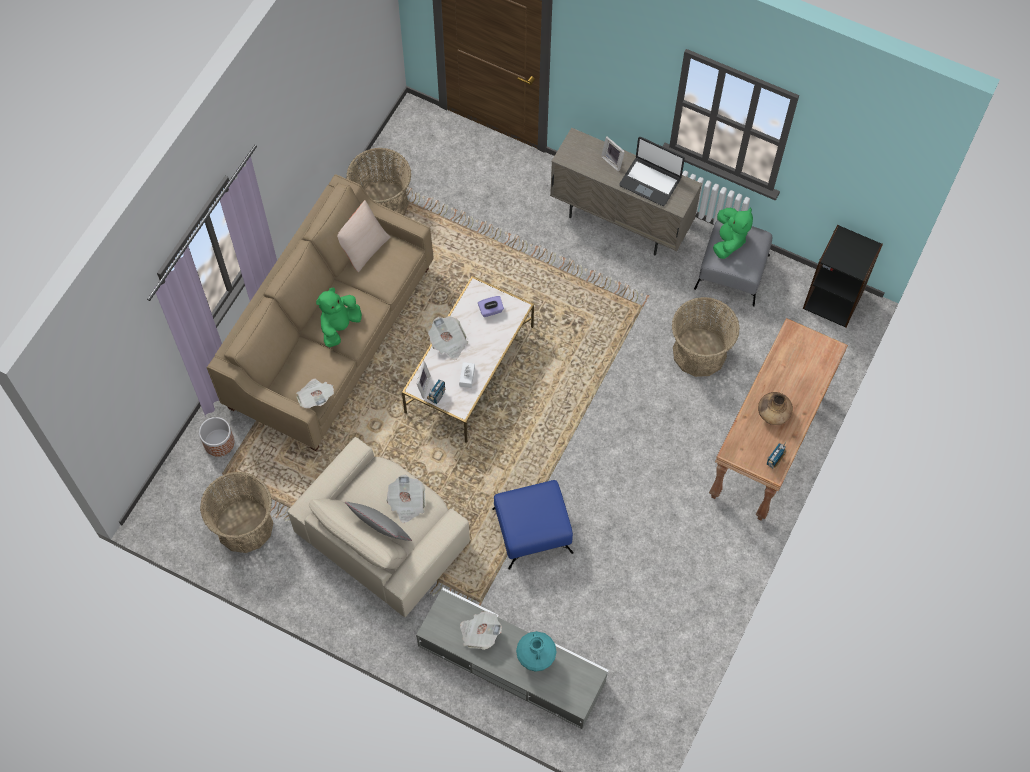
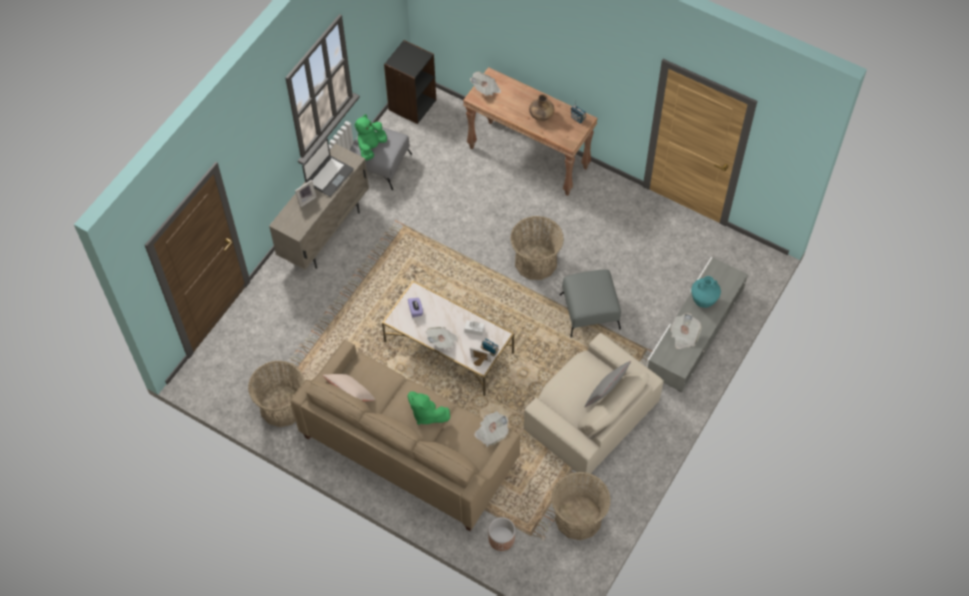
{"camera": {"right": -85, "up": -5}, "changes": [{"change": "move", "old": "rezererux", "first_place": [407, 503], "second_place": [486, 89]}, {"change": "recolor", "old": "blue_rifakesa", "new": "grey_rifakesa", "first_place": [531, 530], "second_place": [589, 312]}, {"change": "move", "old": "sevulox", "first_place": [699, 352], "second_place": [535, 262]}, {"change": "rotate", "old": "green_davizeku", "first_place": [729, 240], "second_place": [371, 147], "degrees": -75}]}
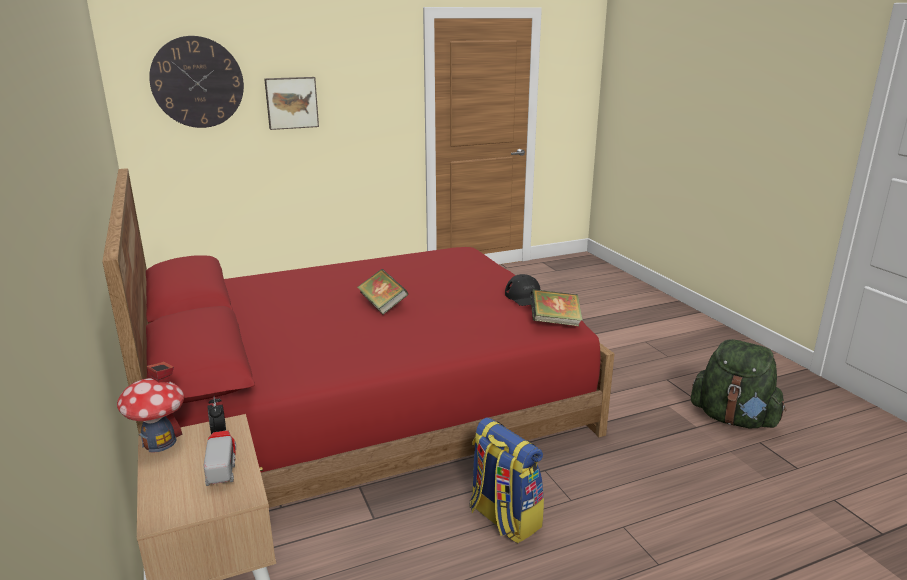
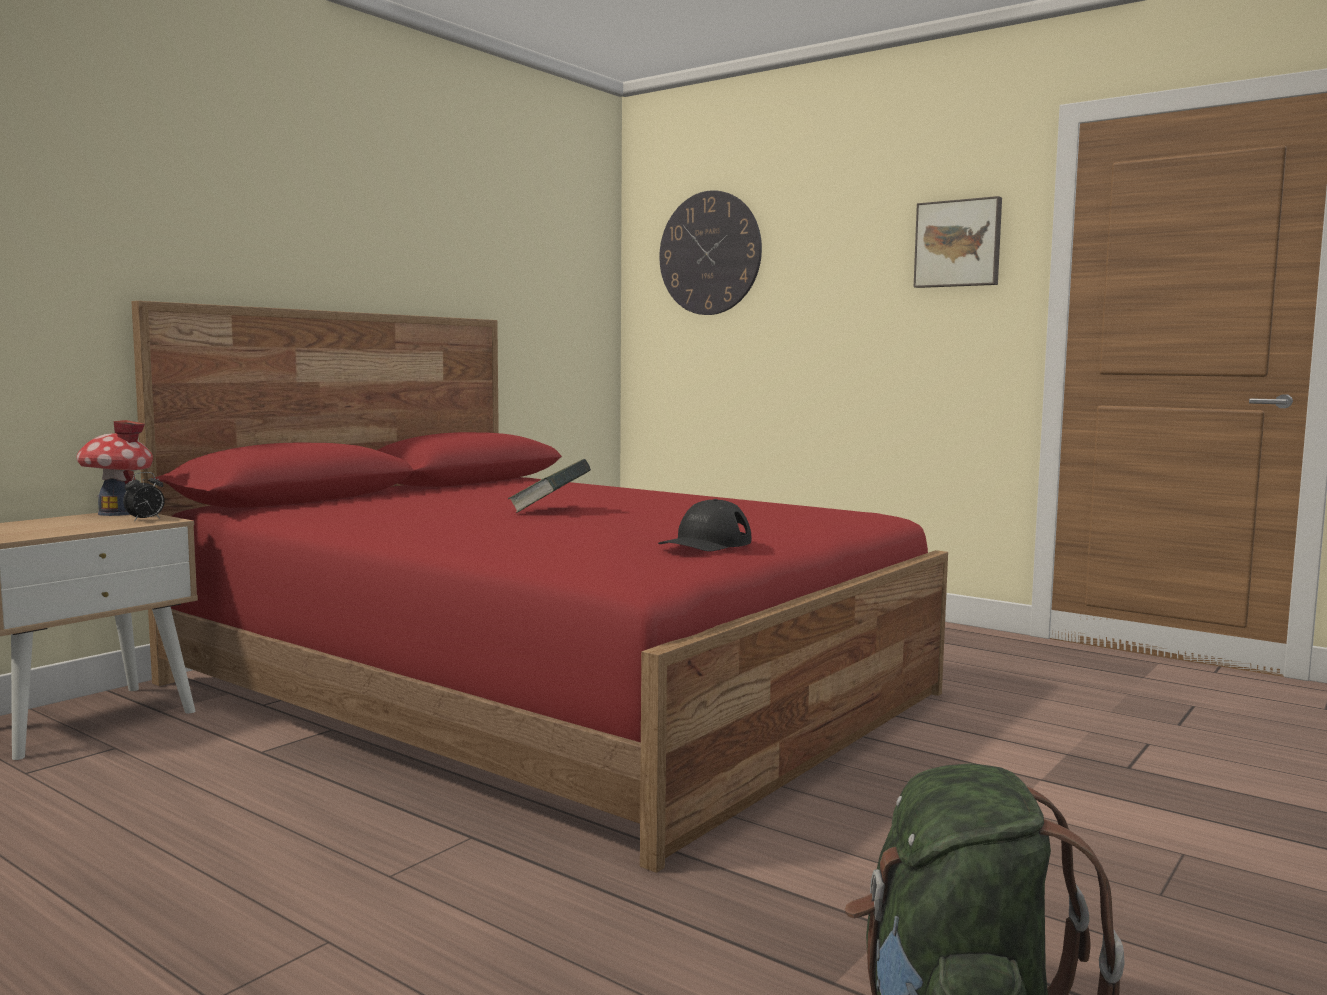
{"camera": {"right": 60, "up": -15}, "changes": [{"change": "delete", "old": "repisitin", "first_place": [222, 466]}, {"change": "move", "old": "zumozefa", "first_place": [291, 102], "second_place": [958, 244]}, {"change": "delete", "old": "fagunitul", "first_place": [503, 518]}, {"change": "delete", "old": "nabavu", "first_place": [555, 322]}]}
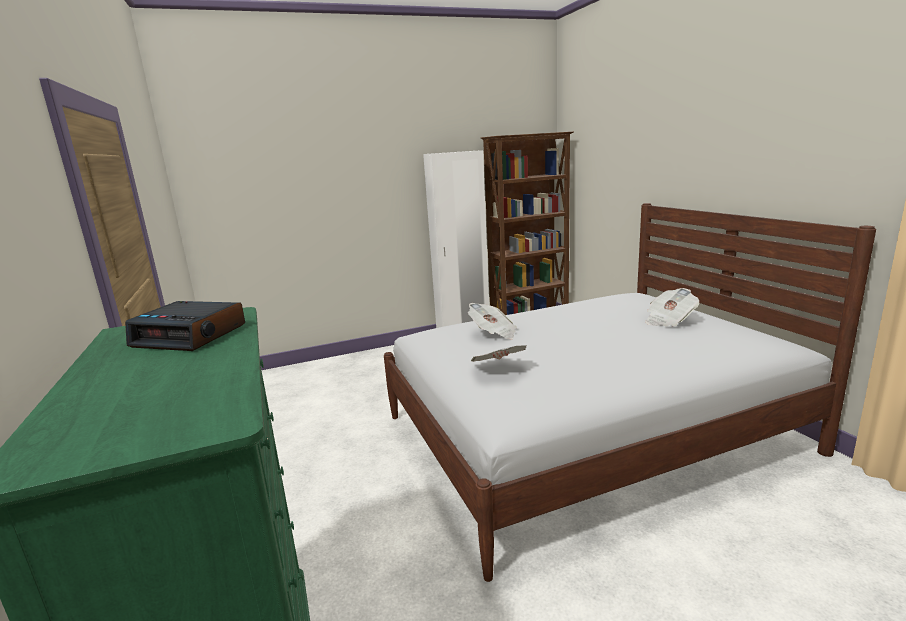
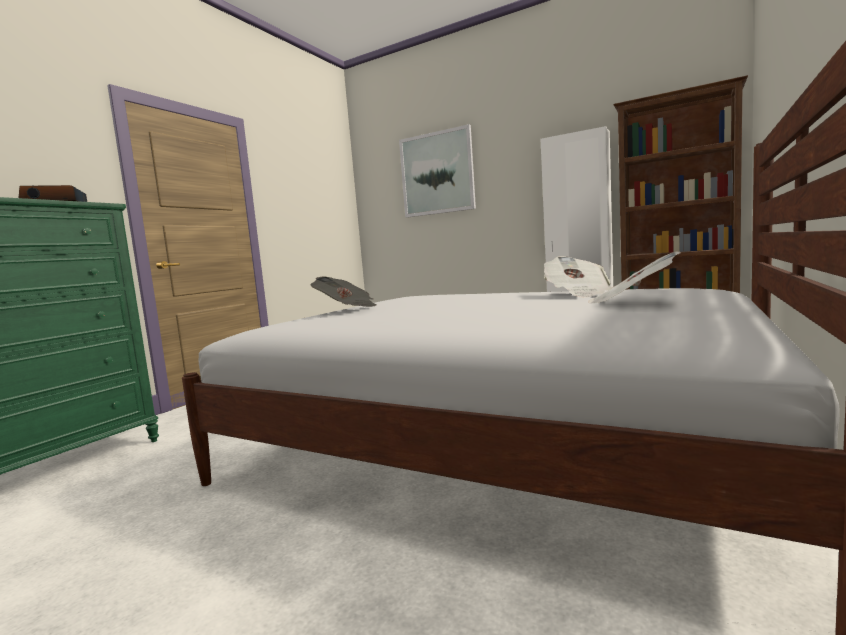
{"camera": {"right": 50, "up": -10}, "changes": [{"change": "move", "old": "rezererux", "first_place": [493, 333], "second_place": [577, 294]}, {"change": "insert", "new": "zumozefa", "second_place": [437, 173]}]}
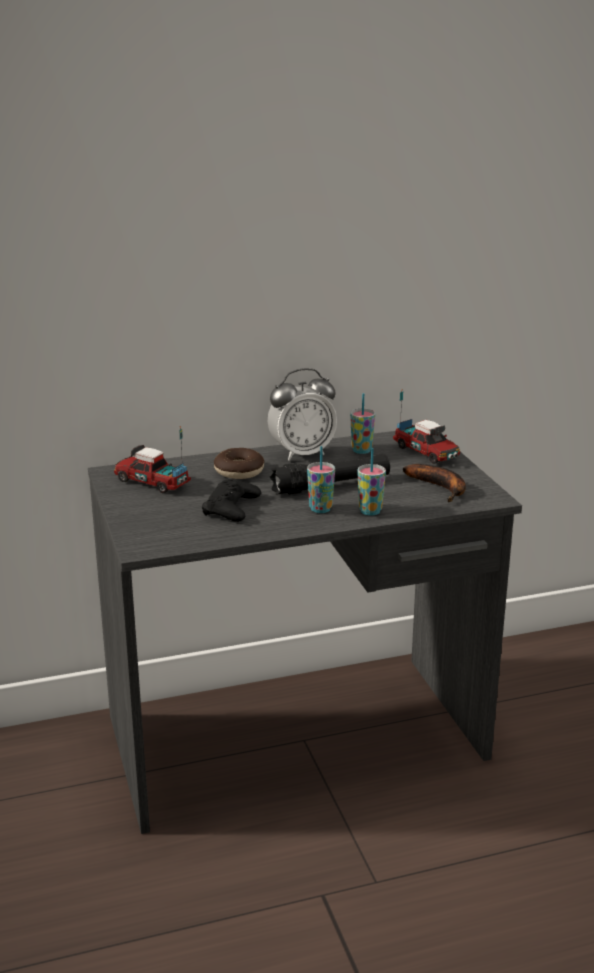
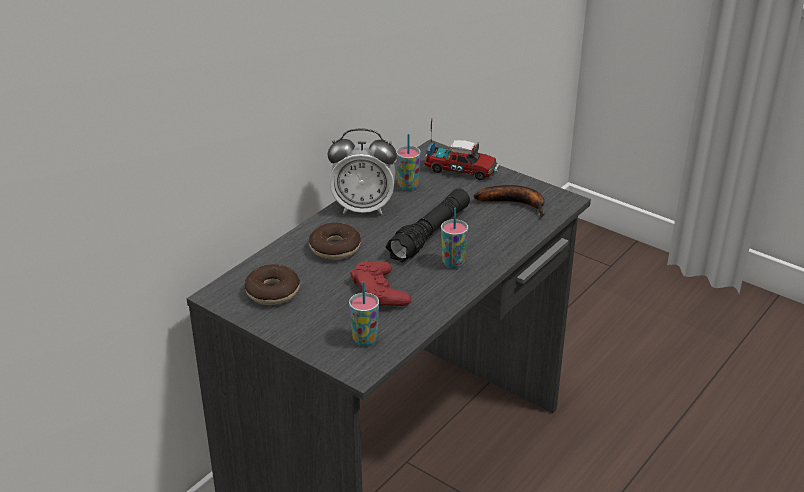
{"camera": {"right": -35, "up": 10}, "changes": [{"change": "replace", "old": "repisitin", "new": "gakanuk", "first_place": [151, 482], "second_place": [272, 292]}, {"change": "recolor", "old": "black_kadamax", "new": "red_kadamax", "first_place": [231, 507], "second_place": [380, 291]}, {"change": "rotate", "old": "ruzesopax", "first_place": [302, 453], "second_place": [363, 208], "degrees": 60}, {"change": "move", "old": "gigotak", "first_place": [370, 511], "second_place": [365, 340]}]}
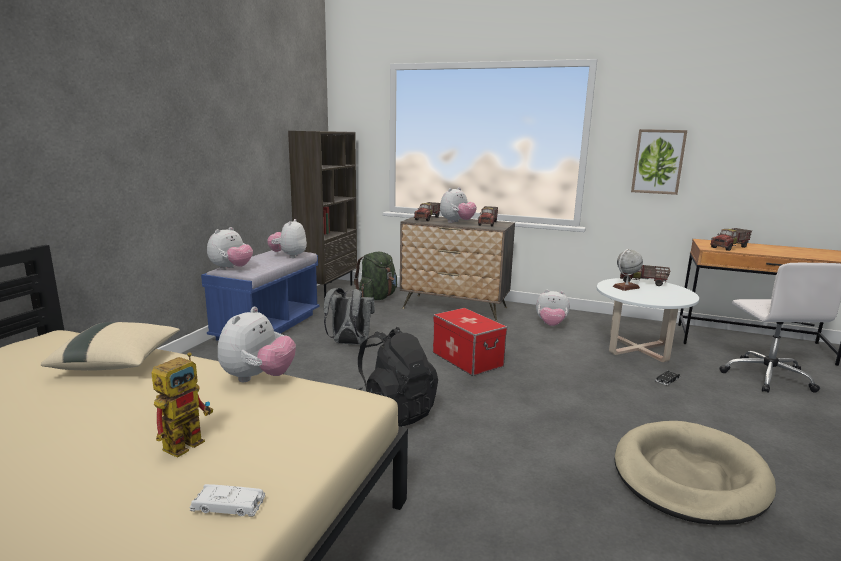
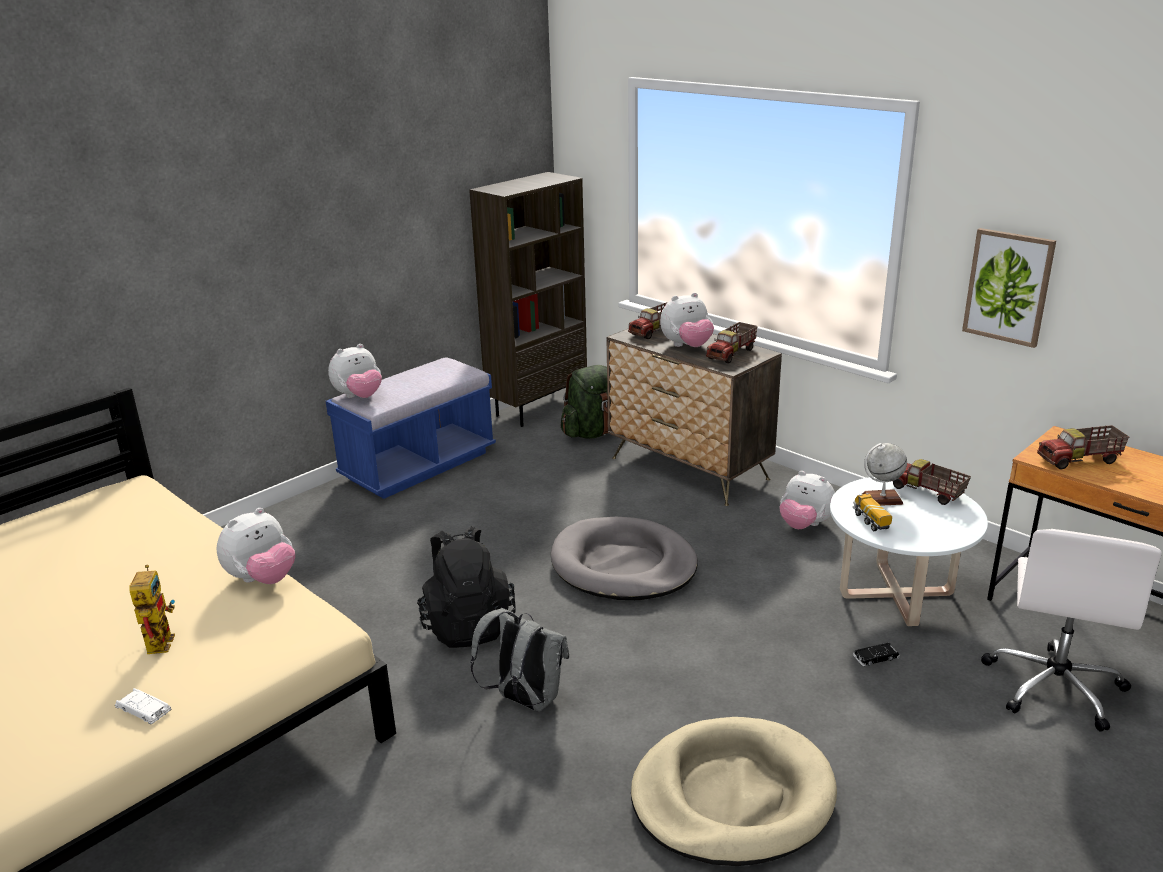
{"camera": {"right": 25, "up": 10}, "changes": [{"change": "delete", "old": "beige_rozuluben", "first_place": [119, 363]}, {"change": "rotate", "old": "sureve", "first_place": [188, 440], "second_place": [159, 640], "degrees": -60}, {"change": "delete", "old": "davizeku", "first_place": [289, 256]}, {"change": "move", "old": "grey_fagunitul", "first_place": [349, 343], "second_place": [524, 700]}, {"change": "replace", "old": "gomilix", "new": "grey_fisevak", "first_place": [467, 359], "second_place": [623, 565]}, {"change": "insert", "new": "repisitin", "second_place": [870, 521]}]}
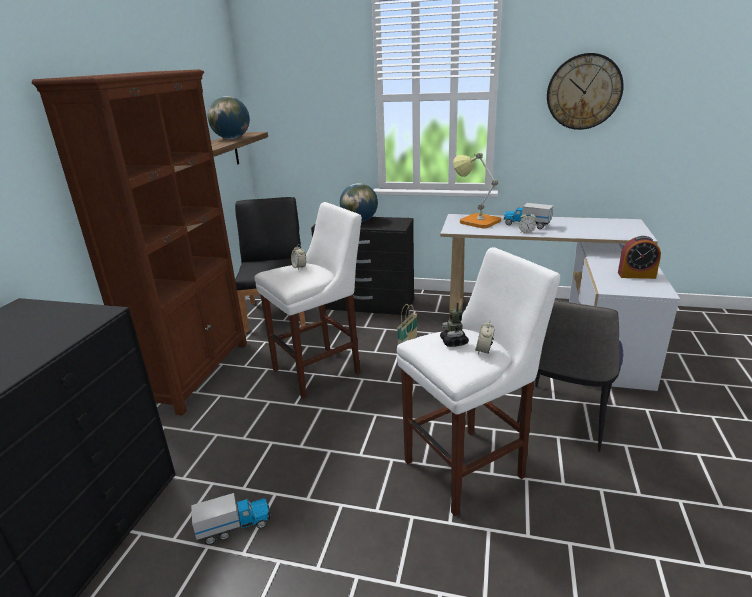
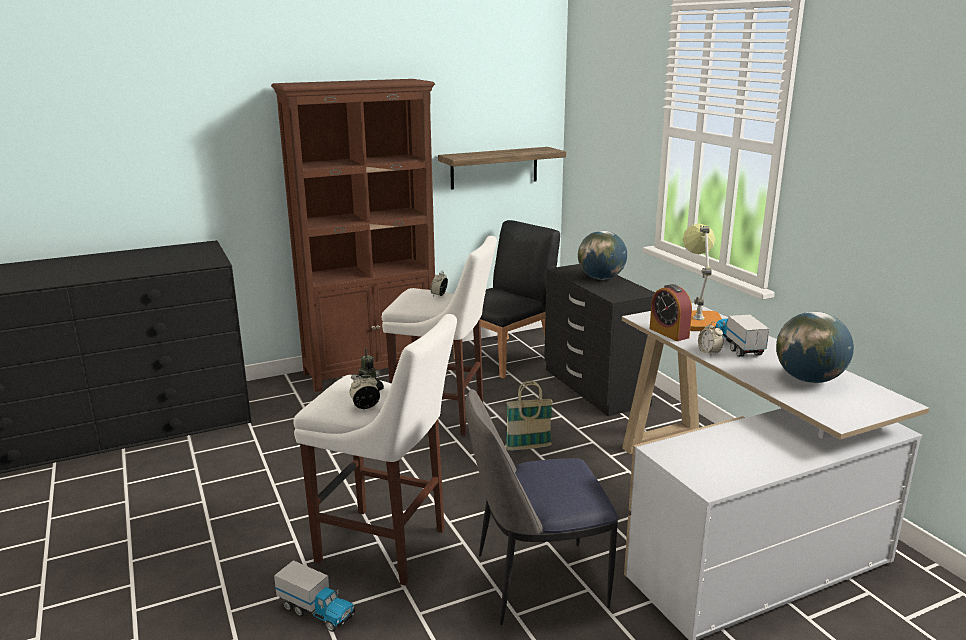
{"camera": {"right": 50, "up": -5}, "changes": [{"change": "move", "old": "repisitin", "first_place": [235, 527], "second_place": [317, 611]}, {"change": "move", "old": "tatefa", "first_place": [232, 138], "second_place": [809, 379]}, {"change": "delete", "old": "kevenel", "first_place": [584, 92]}, {"change": "move", "old": "ruzesopax", "first_place": [636, 275], "second_place": [669, 333]}]}
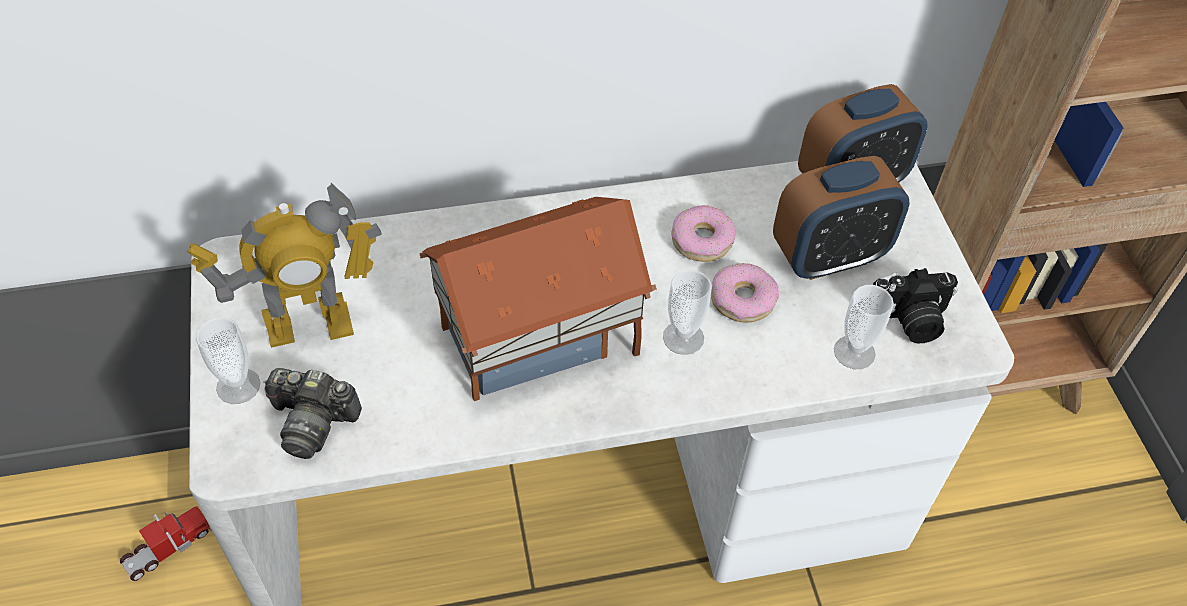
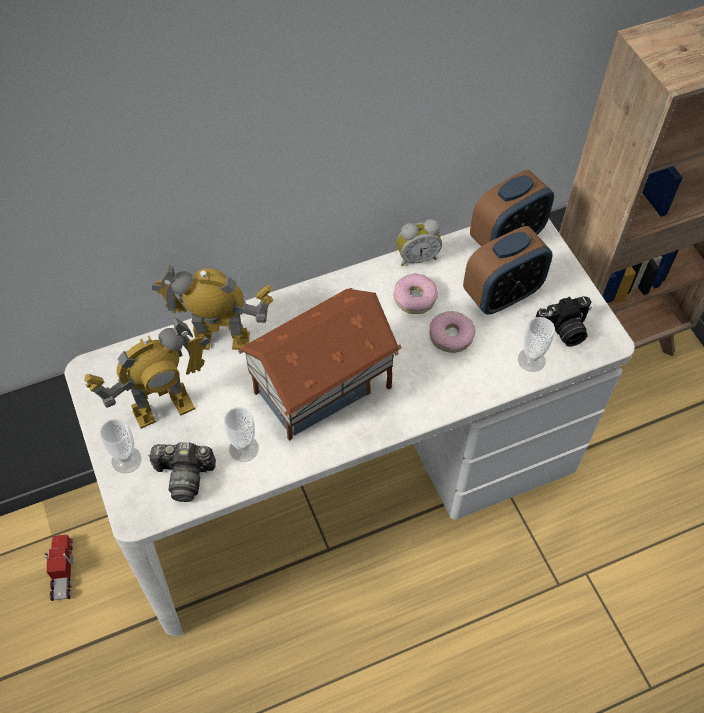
{"camera": {"right": -10, "up": 5}, "changes": [{"change": "rotate", "old": "repisitin", "first_place": [168, 548], "second_place": [62, 570], "degrees": -45}, {"change": "move", "old": "gigotak", "first_place": [683, 338], "second_place": [244, 448]}, {"change": "insert", "new": "sureve", "second_place": [221, 340]}, {"change": "insert", "new": "ruzesopax", "second_place": [416, 257]}]}
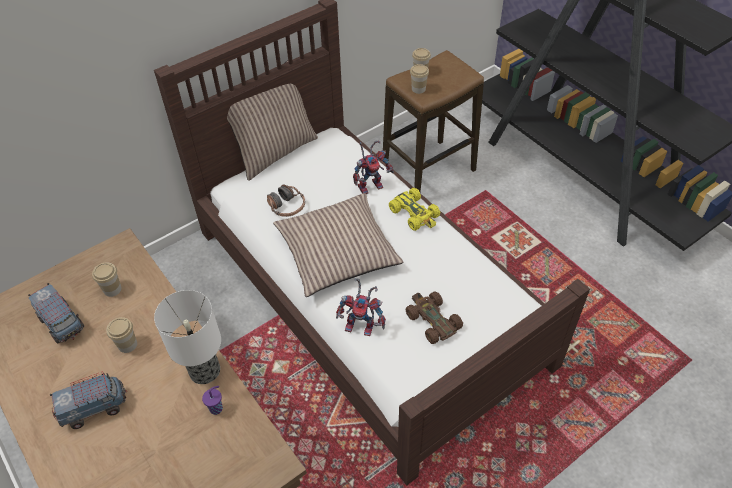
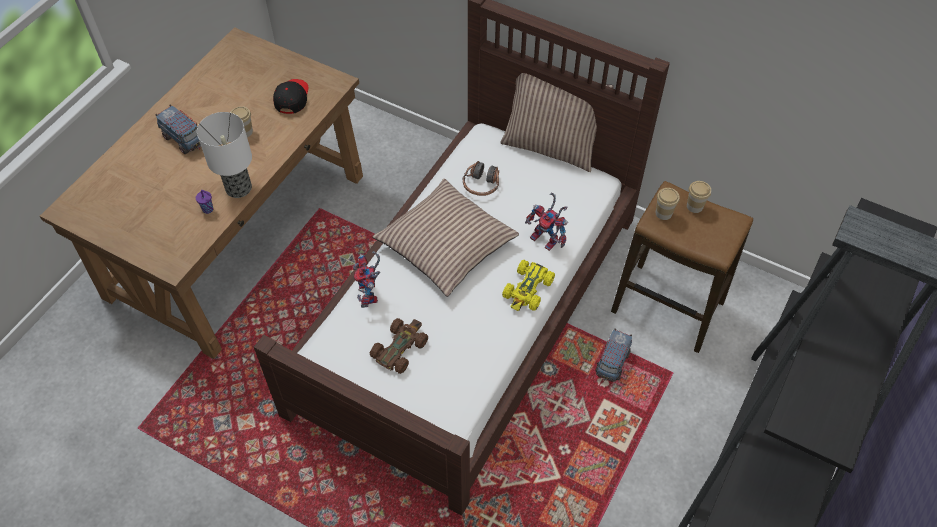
{"camera": {"right": 65, "up": 5}, "changes": [{"change": "move", "old": "repisitin", "first_place": [62, 323], "second_place": [612, 363]}, {"change": "replace", "old": "gigotak", "new": "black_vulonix", "first_place": [112, 289], "second_place": [292, 98]}]}
